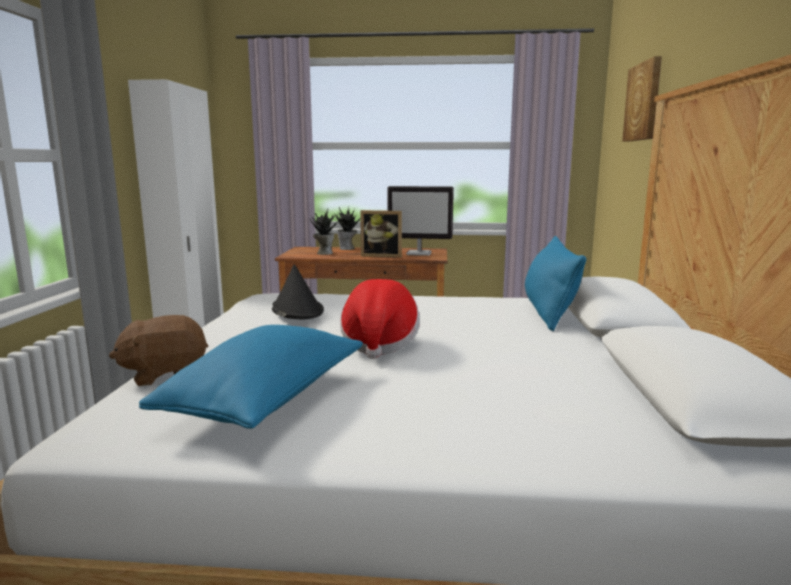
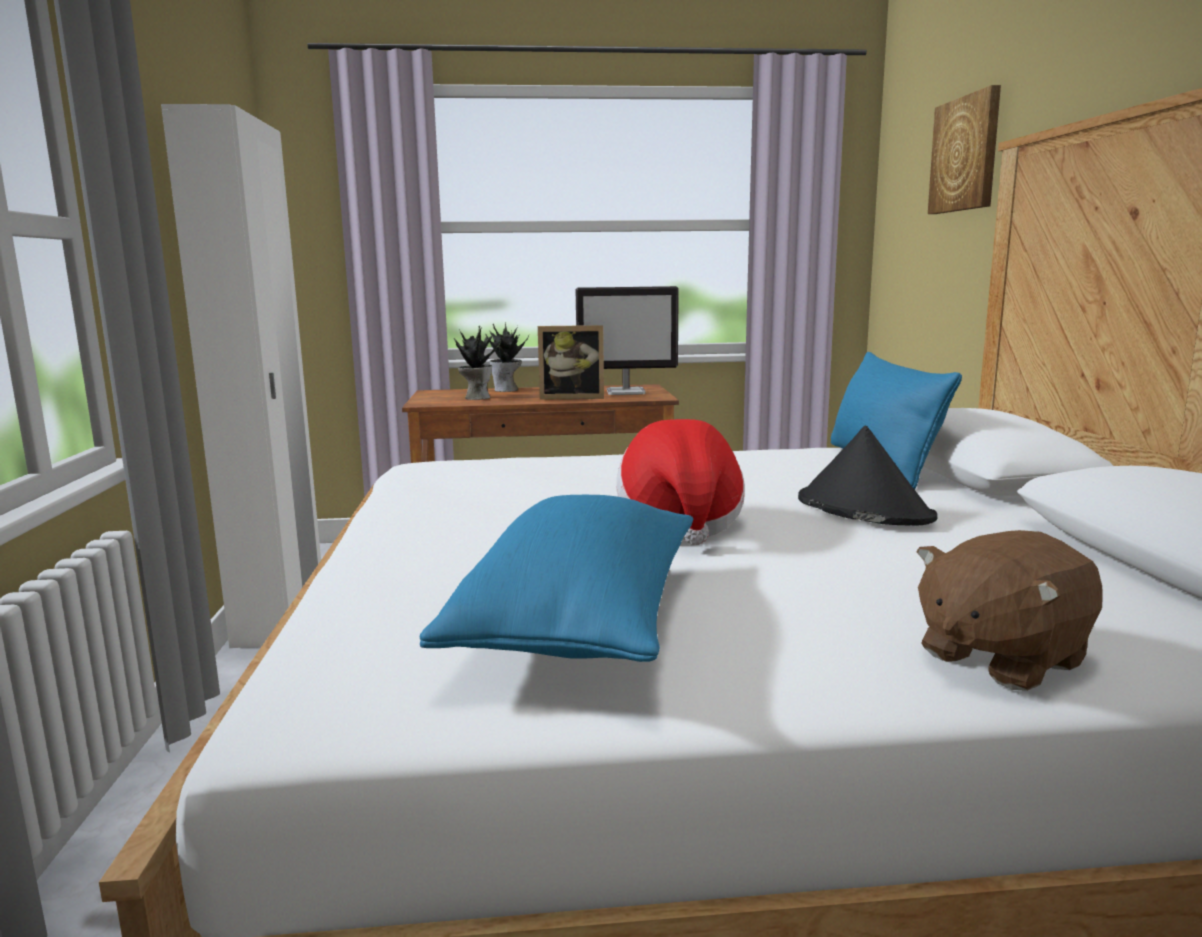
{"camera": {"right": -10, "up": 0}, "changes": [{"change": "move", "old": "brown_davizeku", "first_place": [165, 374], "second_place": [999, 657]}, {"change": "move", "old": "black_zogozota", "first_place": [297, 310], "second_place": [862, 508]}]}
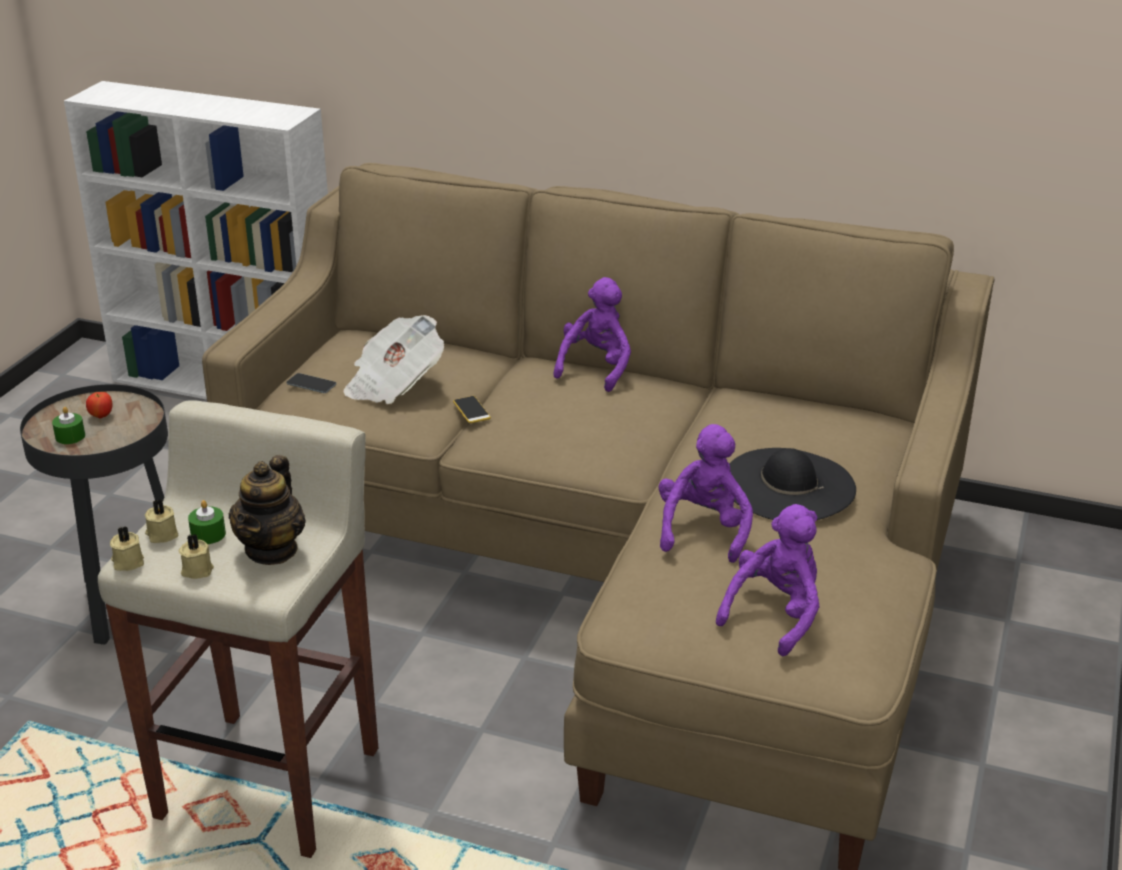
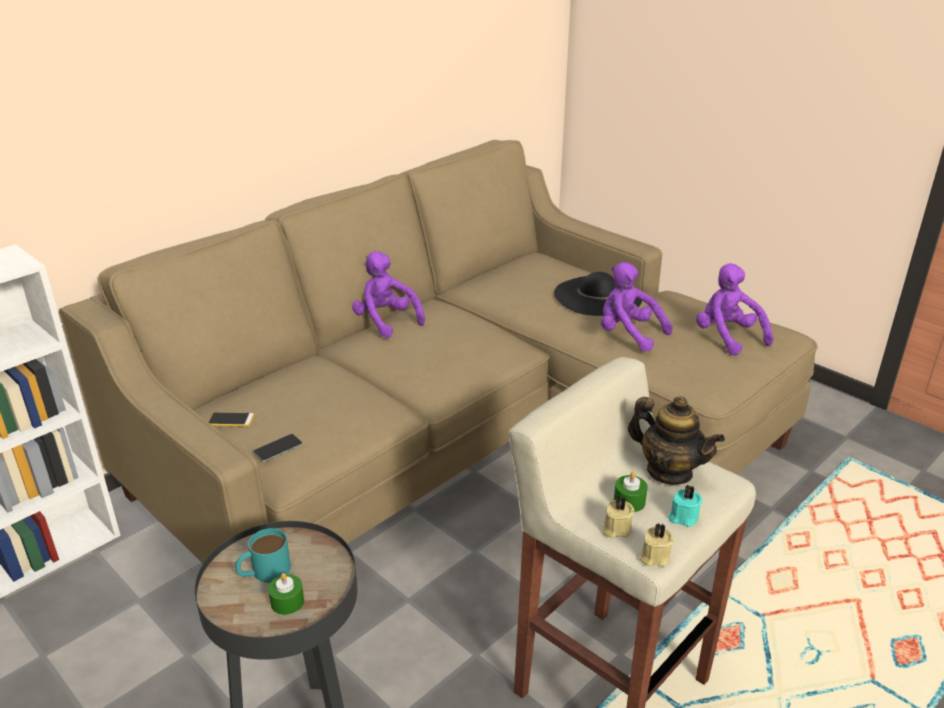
{"camera": {"right": -65, "up": 0}, "changes": [{"change": "replace", "old": "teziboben", "new": "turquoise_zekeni", "first_place": [101, 416], "second_place": [264, 571]}, {"change": "recolor", "old": "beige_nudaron", "new": "turquoise_nudaron", "first_place": [197, 570], "second_place": [683, 517]}, {"change": "delete", "old": "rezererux", "first_place": [393, 384]}, {"change": "move", "old": "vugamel", "first_place": [471, 410], "second_place": [231, 420]}]}
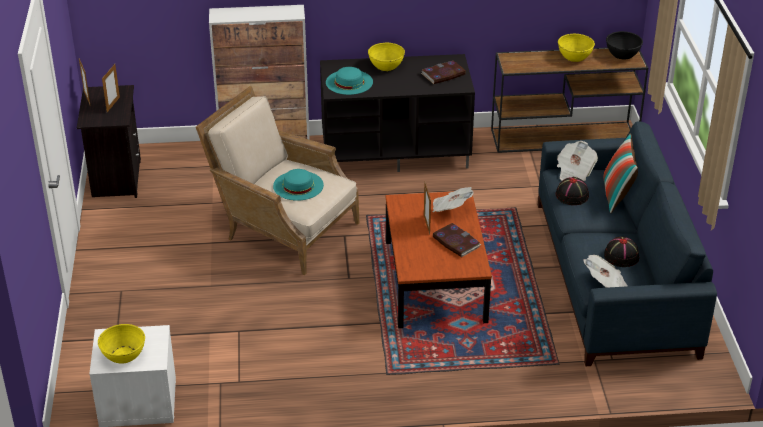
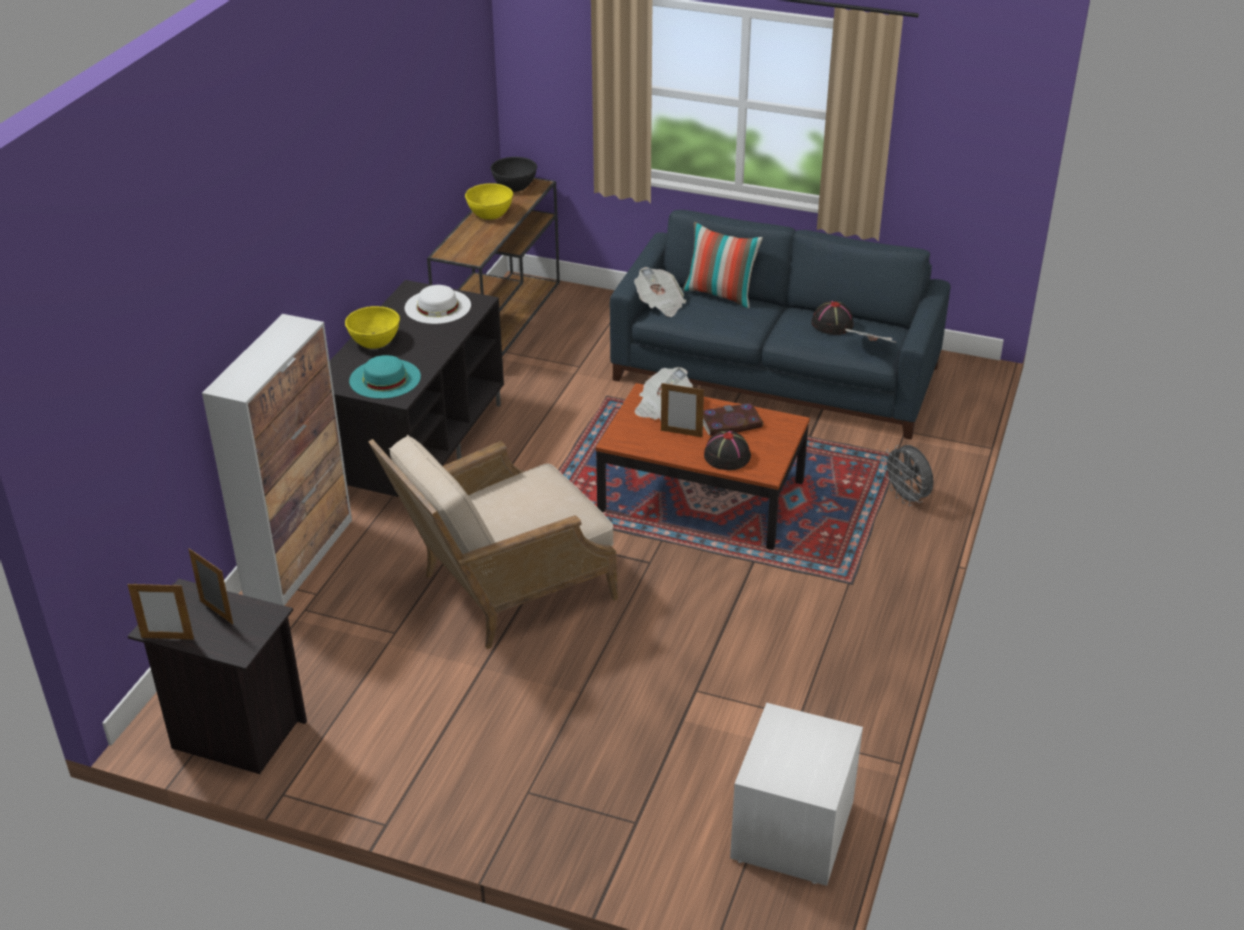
{"camera": {"right": -65, "up": 0}, "changes": [{"change": "delete", "old": "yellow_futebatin", "first_place": [123, 355]}, {"change": "delete", "old": "turquoise_zogozota", "first_place": [298, 185]}, {"change": "replace", "old": "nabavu", "new": "white_zogozota", "first_place": [443, 74], "second_place": [437, 306]}, {"change": "move", "old": "black_zogozota", "first_place": [572, 195], "second_place": [726, 456]}, {"change": "insert", "new": "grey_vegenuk", "second_place": [906, 498]}]}
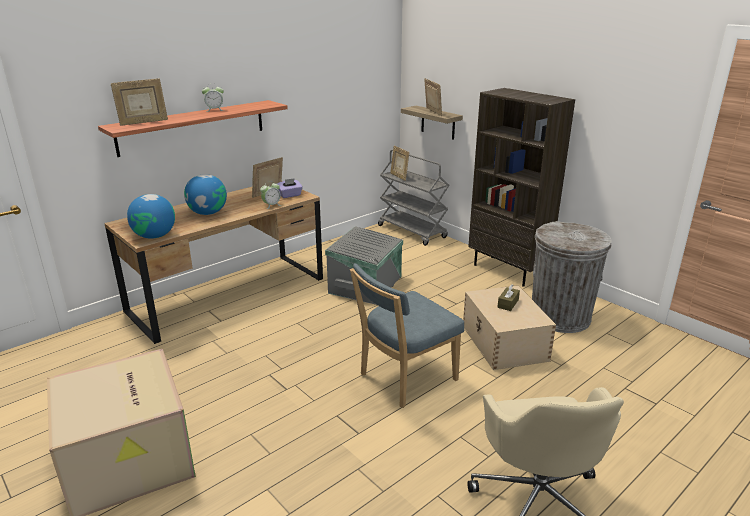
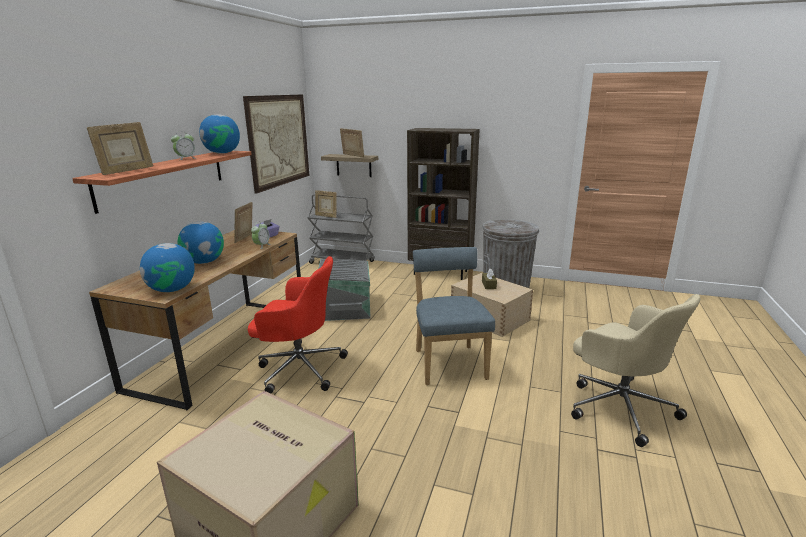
{"camera": {"right": -30, "up": -5}, "changes": [{"change": "rotate", "old": "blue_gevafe", "first_place": [404, 379], "second_place": [449, 362], "degrees": 150}, {"change": "insert", "new": "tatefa", "second_place": [222, 153]}, {"change": "insert", "new": "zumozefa", "second_place": [279, 140]}, {"change": "insert", "new": "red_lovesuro", "second_place": [299, 368]}]}
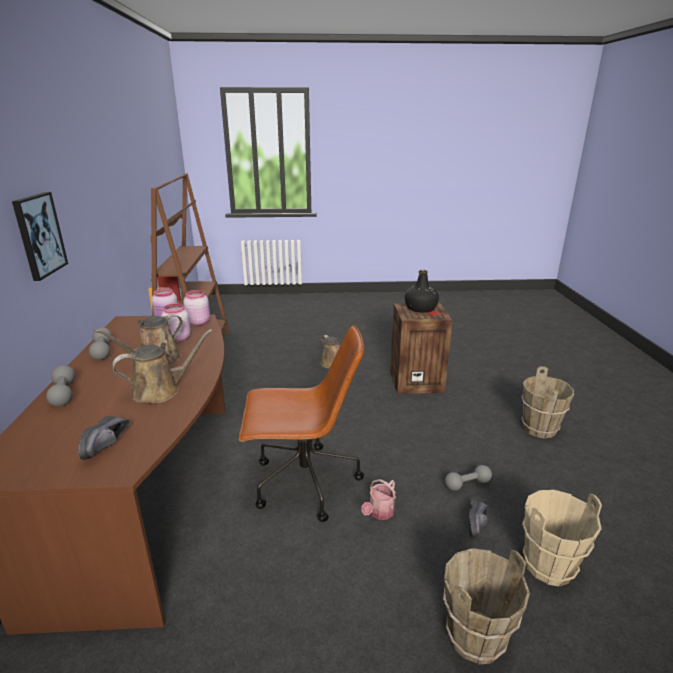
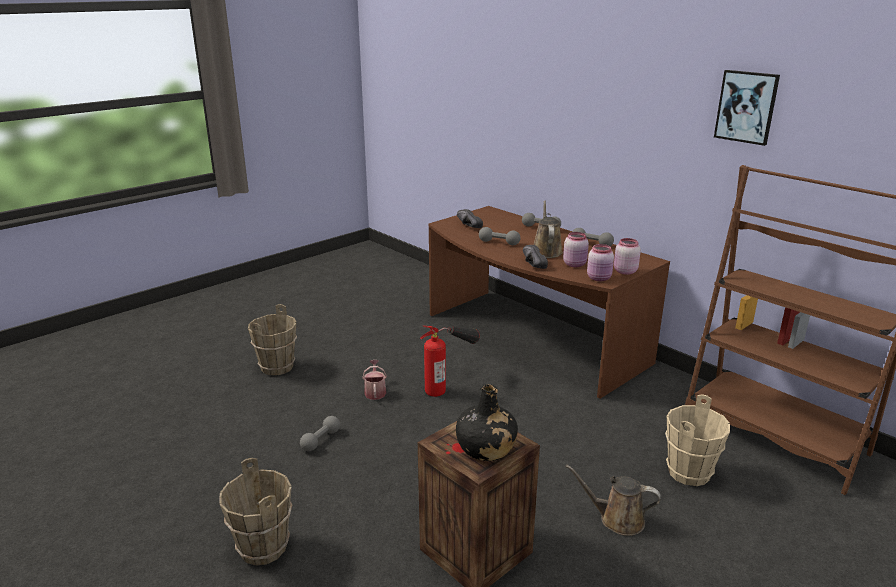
{"camera": {"right": 140, "up": 0}, "changes": [{"change": "move", "old": "zumozefa", "first_place": [39, 235], "second_place": [746, 107]}, {"change": "replace", "old": "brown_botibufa", "new": "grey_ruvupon", "first_place": [161, 391], "second_place": [499, 243]}, {"change": "replace", "old": "brown_lovesuro", "new": "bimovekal", "first_place": [303, 482], "second_place": [449, 384]}, {"change": "move", "old": "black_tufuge", "first_place": [478, 524], "second_place": [531, 264]}, {"change": "move", "old": "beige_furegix", "first_place": [548, 565], "second_place": [689, 473]}]}
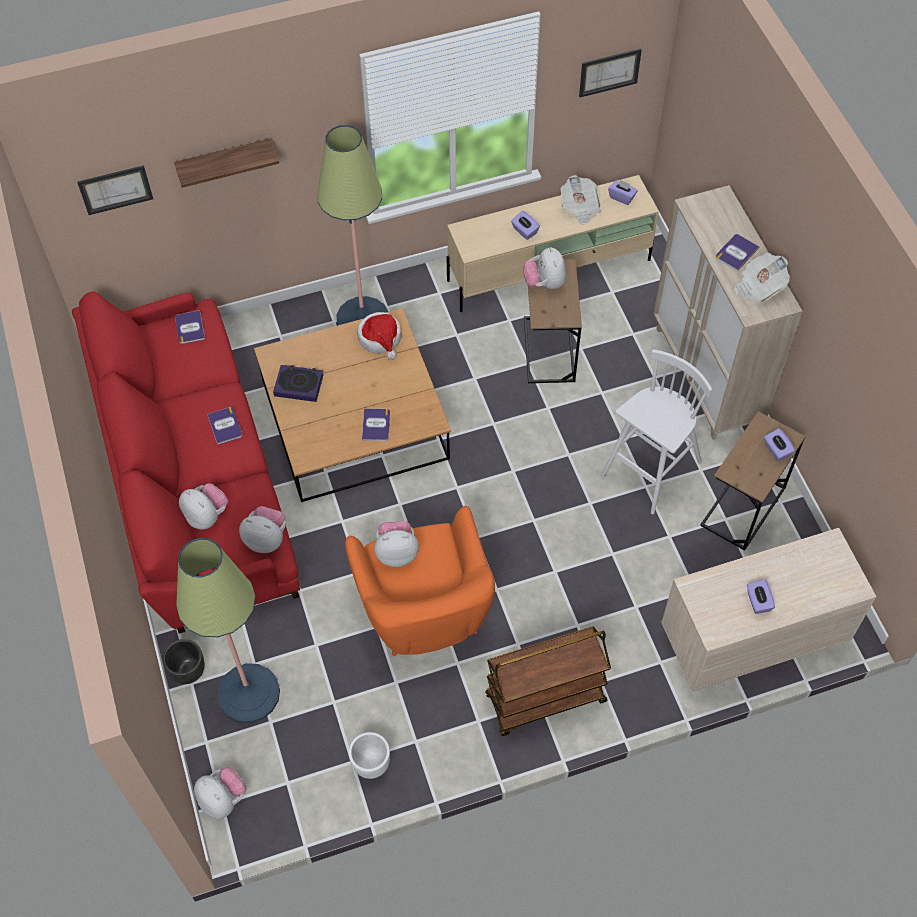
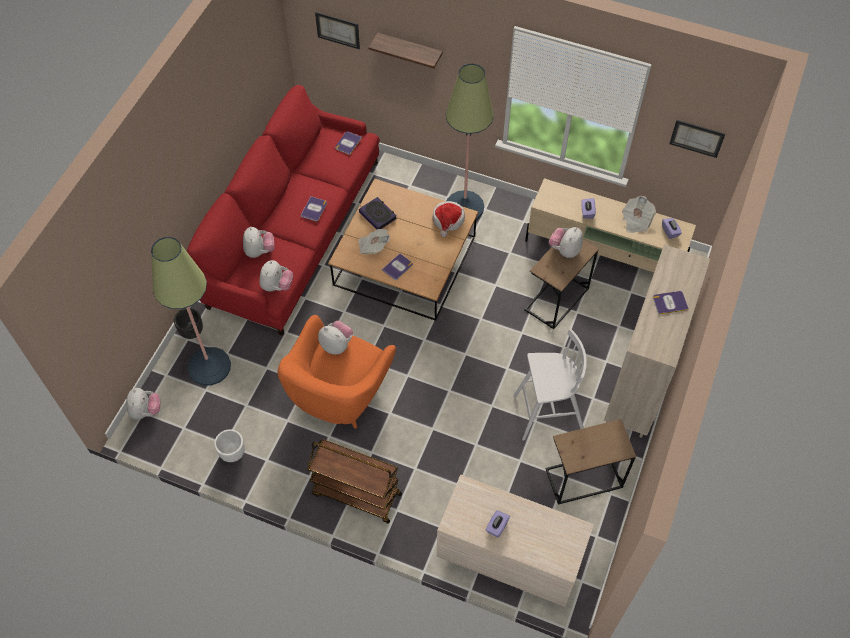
{"camera": {"right": 40, "up": 0}, "changes": [{"change": "rotate", "old": "davizeku", "first_place": [266, 539], "second_place": [277, 286], "degrees": 45}, {"change": "move", "old": "rezererux", "first_place": [759, 287], "second_place": [373, 246]}, {"change": "delete", "old": "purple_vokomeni", "first_place": [776, 450]}]}
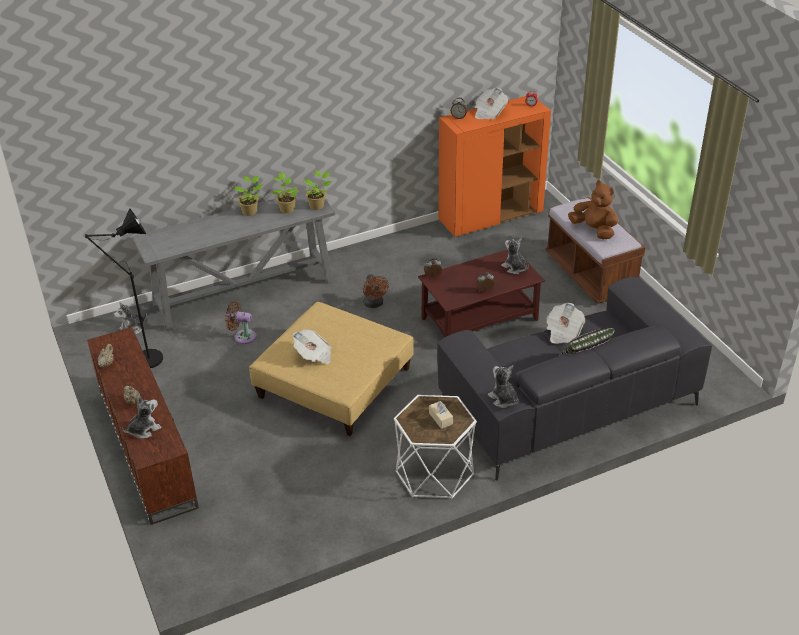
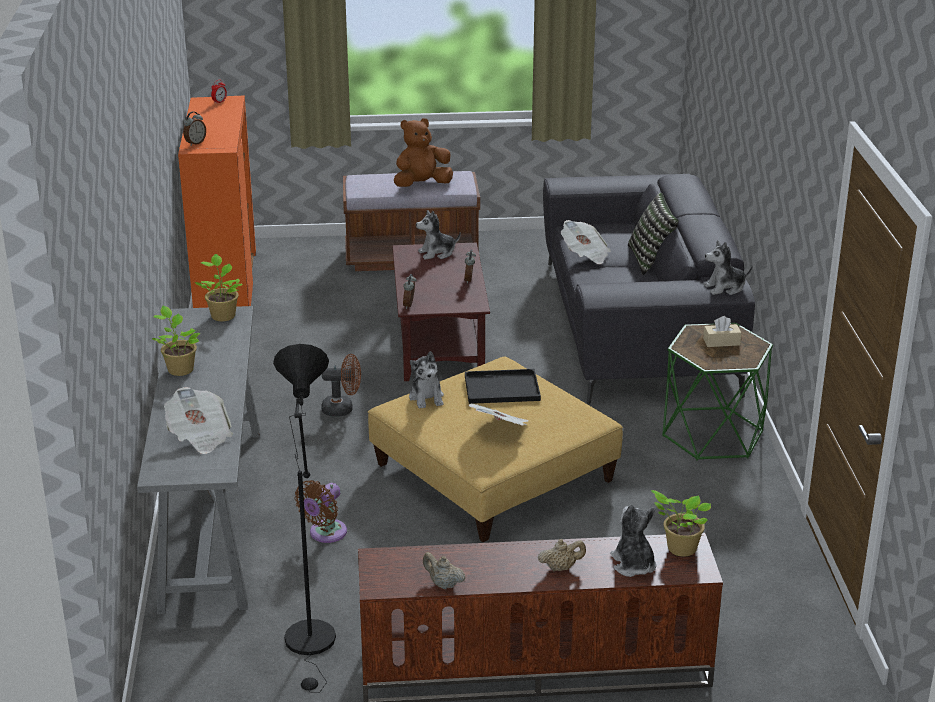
{"camera": {"right": -70, "up": -10}, "changes": [{"change": "move", "old": "davizeku", "first_place": [132, 329], "second_place": [427, 397]}, {"change": "move", "old": "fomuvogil", "first_place": [287, 209], "second_place": [679, 548]}, {"change": "recolor", "old": "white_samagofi", "new": "green_samagofi", "first_place": [434, 472], "second_place": [712, 434]}, {"change": "move", "old": "rezererux", "first_place": [489, 113], "second_place": [200, 436]}, {"change": "insert", "new": "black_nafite", "second_place": [500, 388]}]}
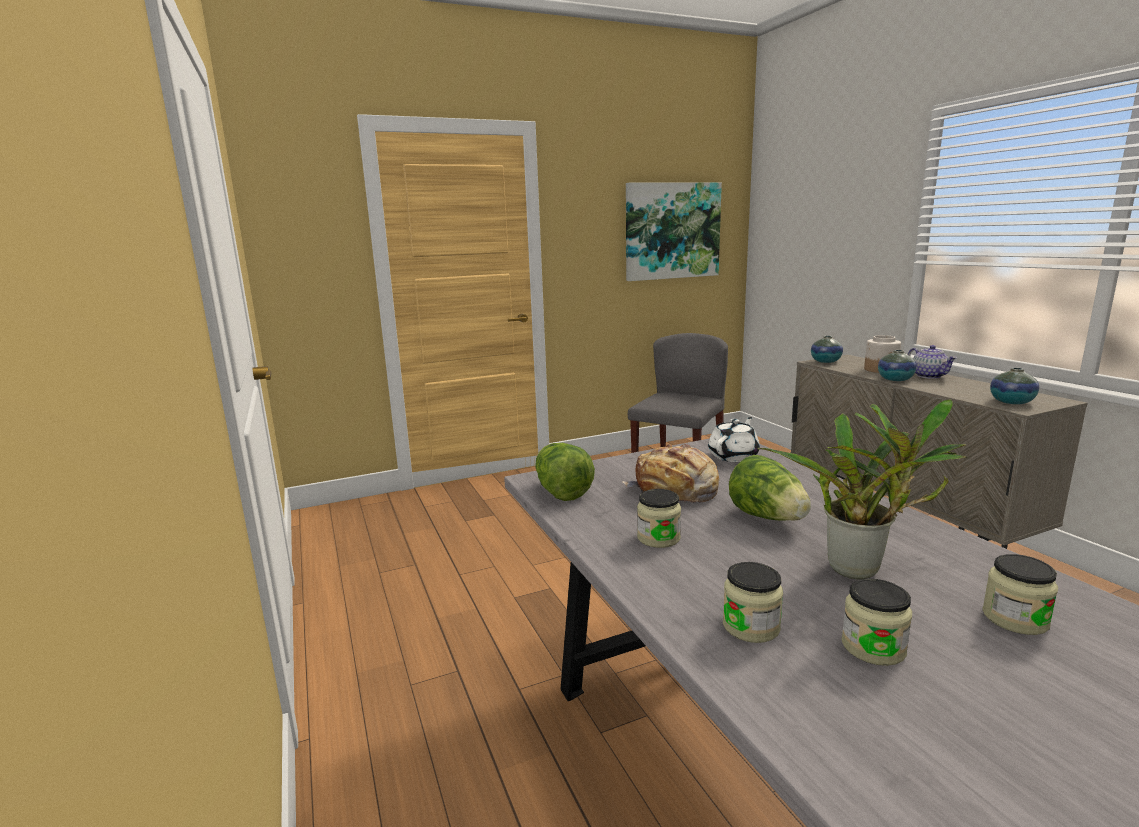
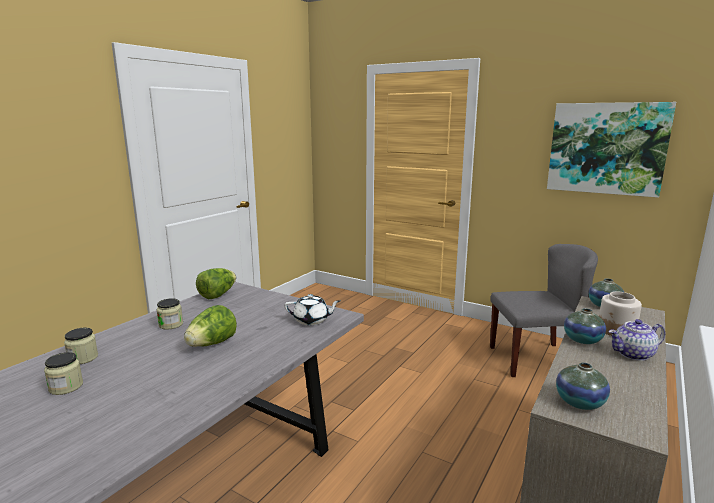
{"camera": {"right": 55, "up": 0}, "changes": [{"change": "delete", "old": "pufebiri", "first_place": [675, 491]}, {"change": "delete", "old": "fomuvogil", "first_place": [861, 569]}, {"change": "rotate", "old": "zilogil", "first_place": [929, 376], "second_place": [633, 354], "degrees": 45}, {"change": "delete", "old": "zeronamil", "first_place": [1015, 619]}]}
